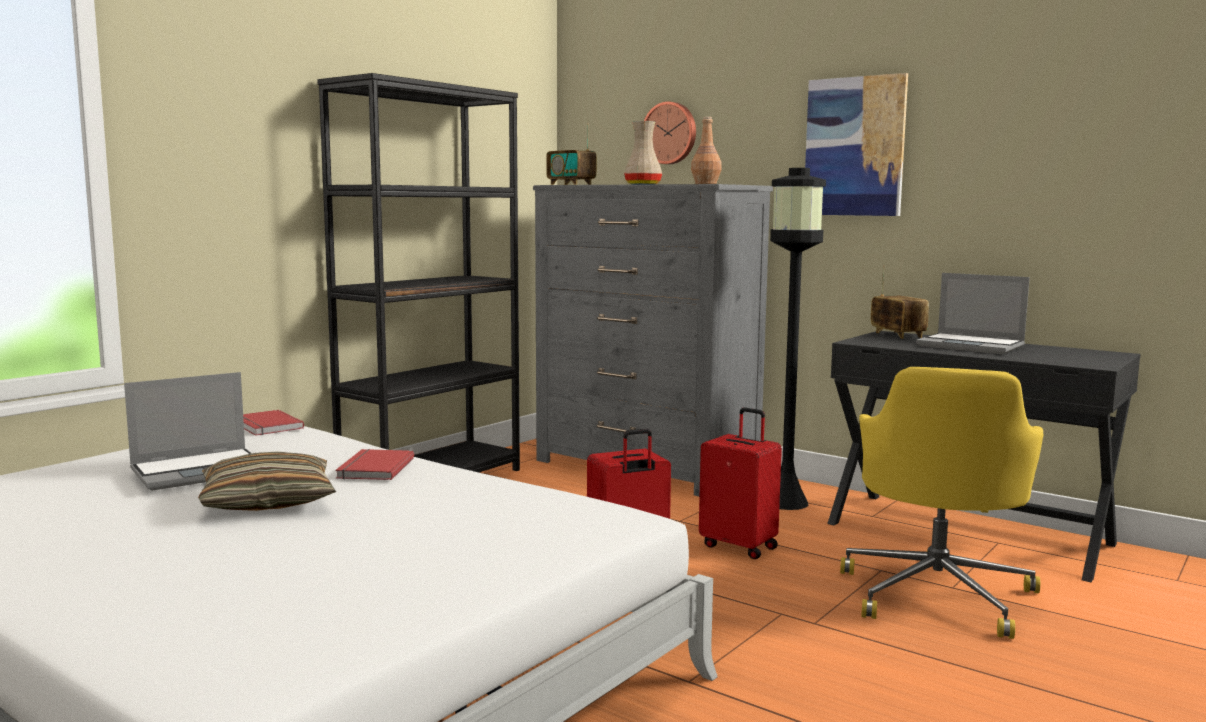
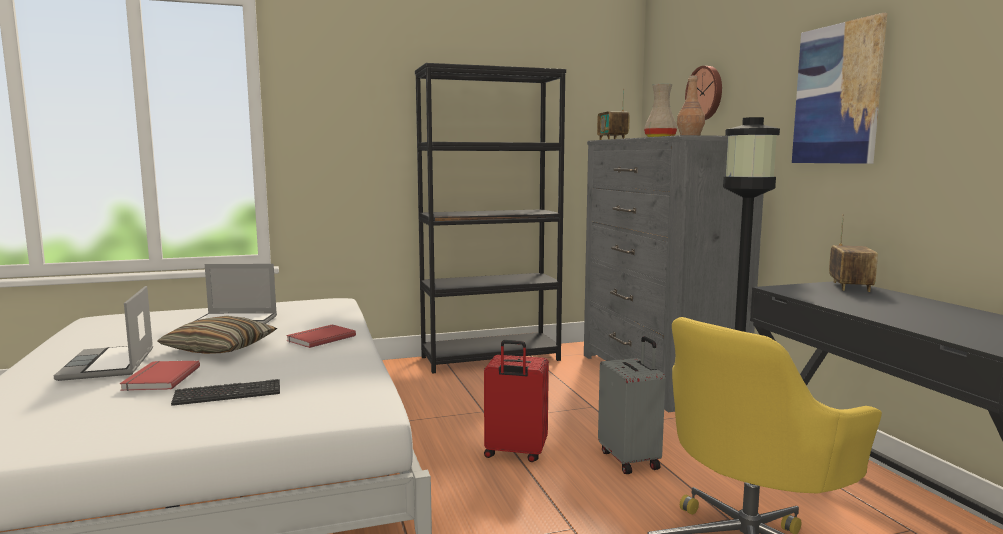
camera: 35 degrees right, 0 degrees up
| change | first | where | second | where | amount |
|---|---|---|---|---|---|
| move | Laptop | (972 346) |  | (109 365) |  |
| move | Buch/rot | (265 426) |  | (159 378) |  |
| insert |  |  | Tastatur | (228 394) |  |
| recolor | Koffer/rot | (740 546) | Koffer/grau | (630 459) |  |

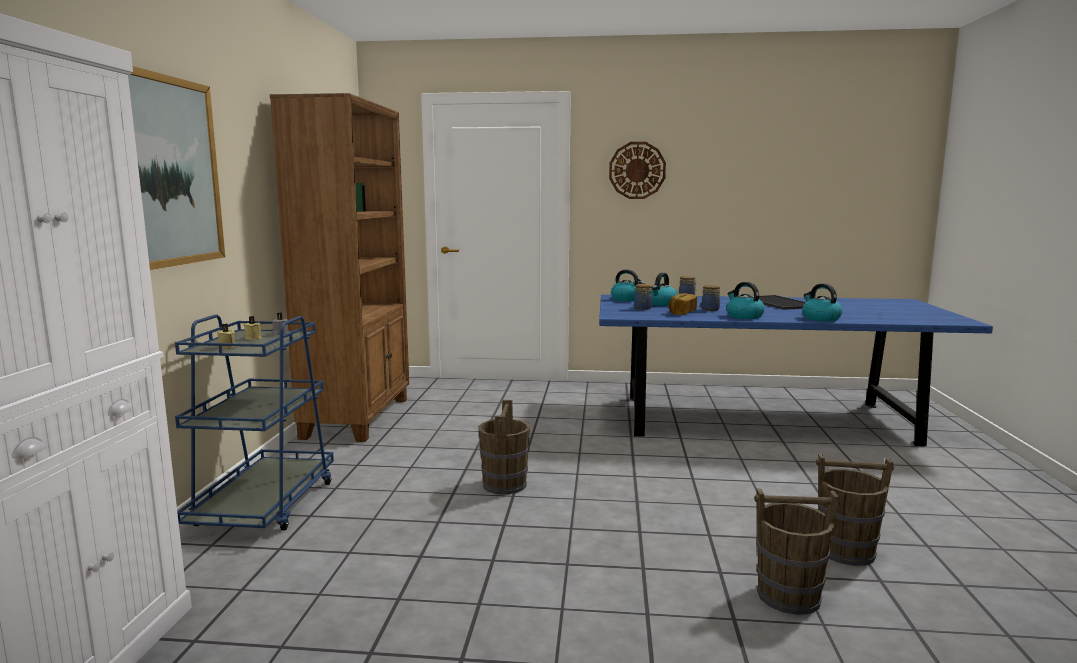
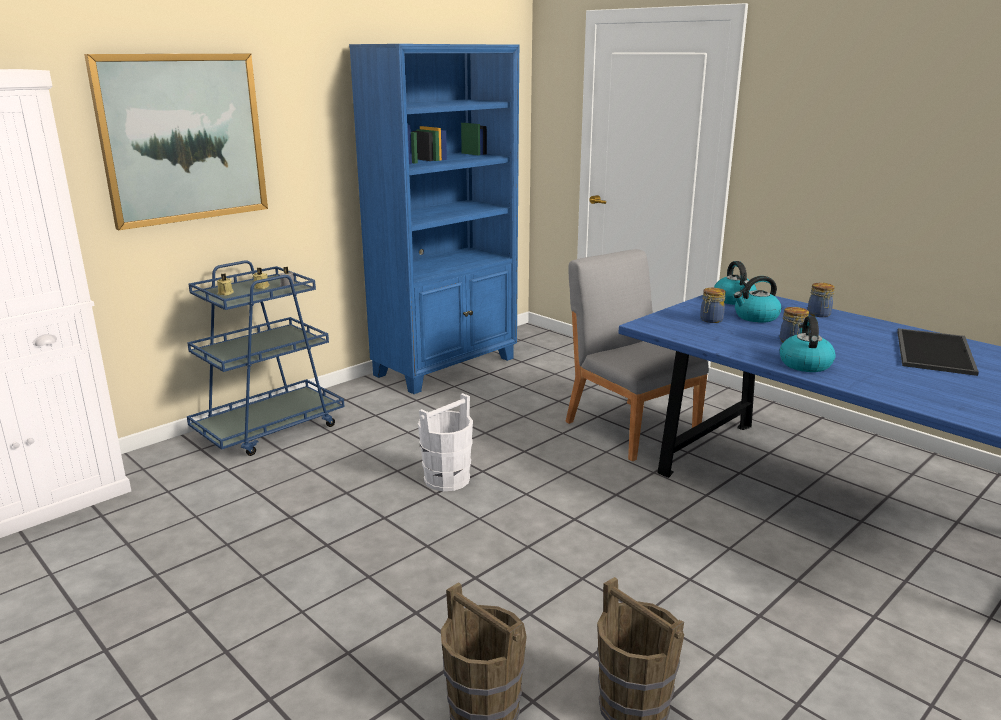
camera: 40 degrees right, 10 degrees up
| change | first | where | second | where | amount |
|---|---|---|---|---|---|
| recolor | Bücherregal/braun | (358 417) | Bücherregal/blau | (447 367) |  |
| recolor | Eimer/braun | (504 485) | Eimer/weiß | (447 479) |  |
| insert |  |  | Stuhl/grau | (630 428) |  |
| delete | Wanduhr | (637 170) |  |  |  |
| delete | Brot | (681 312) |  |  |  |
| delete | Wasserkessel | (820 318) |  |  |  |

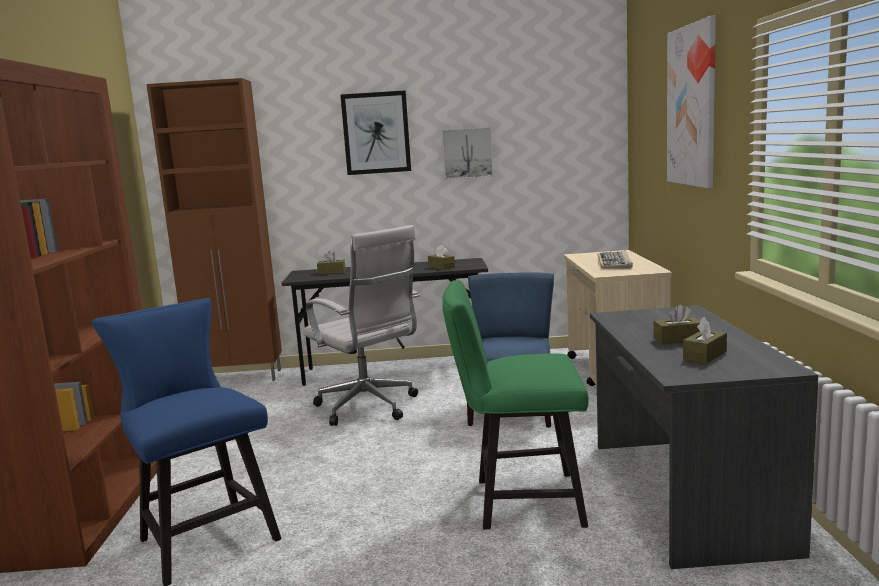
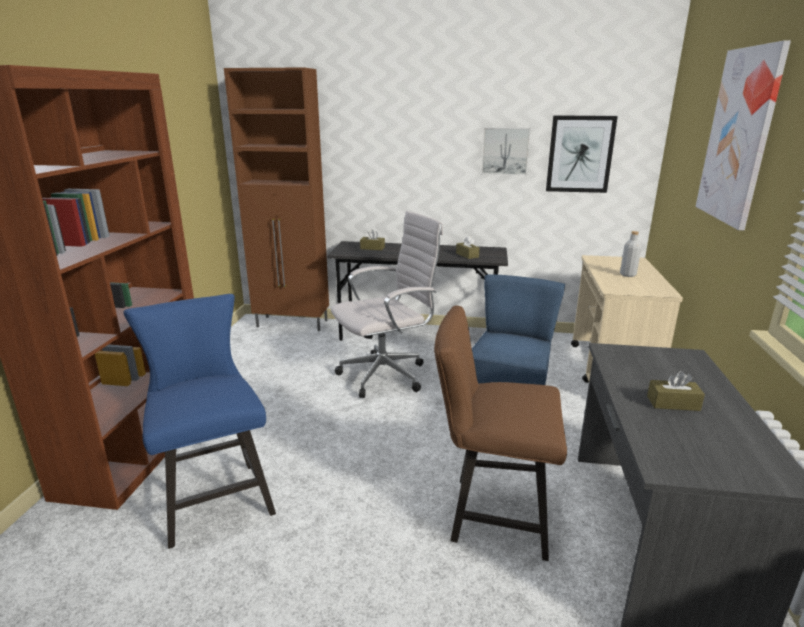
camera: 10 degrees right, 10 degrees up
| change | first | where | second | where | amount |
|---|---|---|---|---|---|
| rotate | Bürostuhl/weiß | (369 408) |  | (387 375) | 90 degrees counterclockwise |
| recolor | Stuhl/grün | (519 502) | Stuhl/braun | (490 513) |  |
| move | Bild | (376 133) |  | (580 154) |  |
| replace | Tastatur | (614 262) | Flasche/grau | (628 275) |  |
| delete | Taschentuchbox/braun | (704 355) |  |  |  |

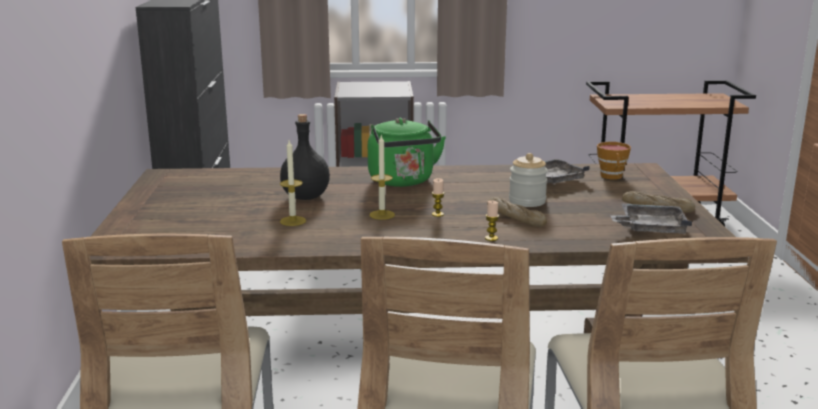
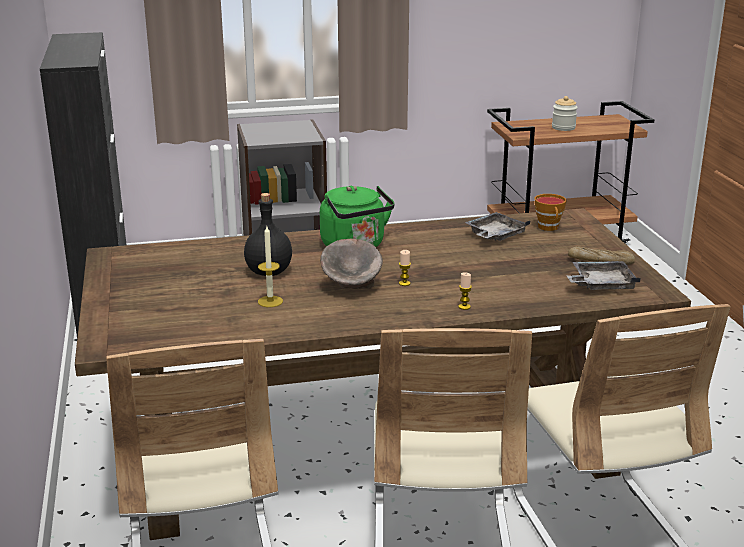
camera: 10 degrees left, 5 degrees up
| change | first | where | second | where | amount |
|---|---|---|---|---|---|
| replace | Kerze | (382 215) | Schüssel/grau | (352 288) |  |
| move | Vorratsglas | (527 201) |  | (563 128) |  |
| delete | Brot | (515 218) |  |  |  |

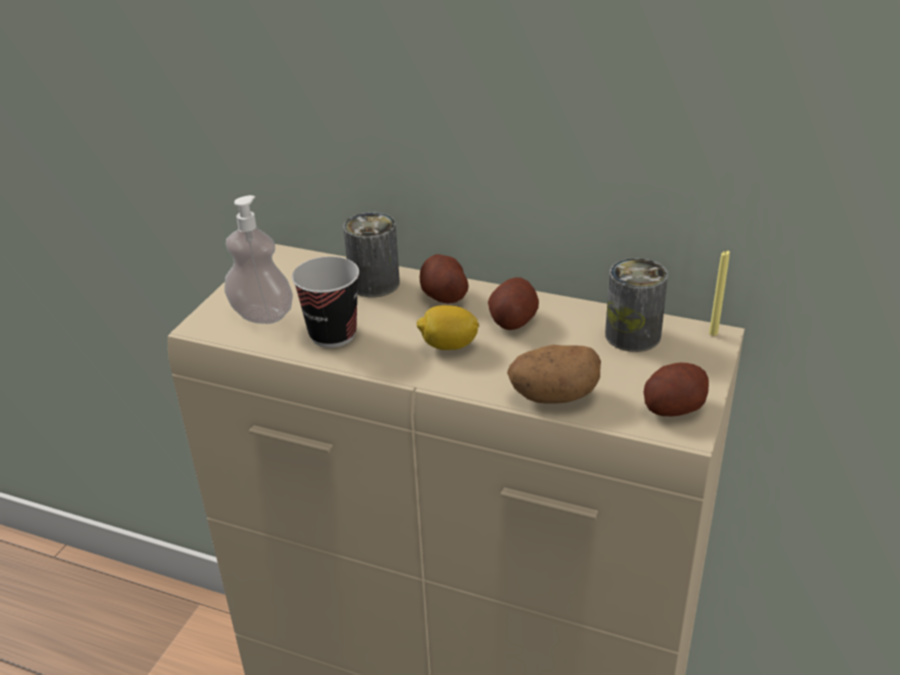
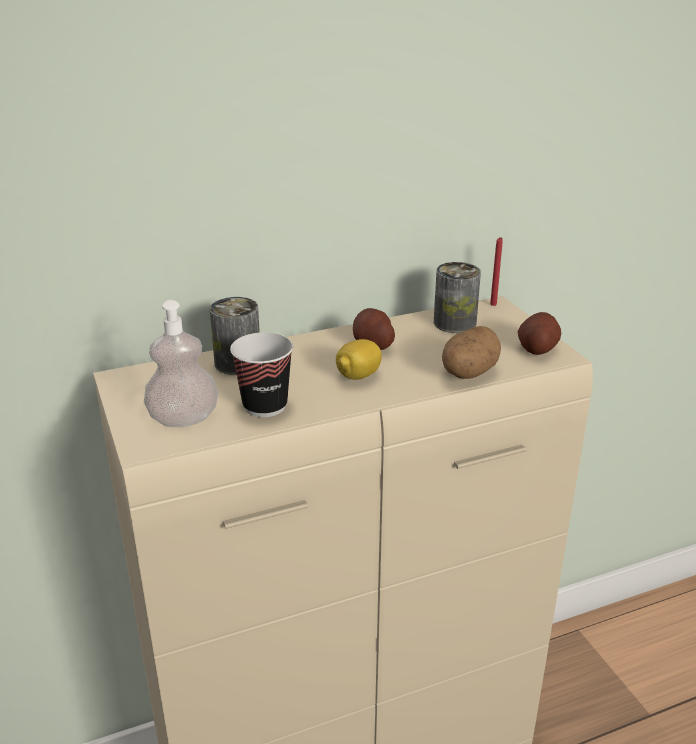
camera: 45 degrees left, 5 degrees down
| change | first | where | second | where | amount |
|---|---|---|---|---|---|
| recolor | Kerze/gelb | (713 333) | Kerze/rot | (493 304) |  |
| delete | Kartoffel | (443 296) |  |  |  |

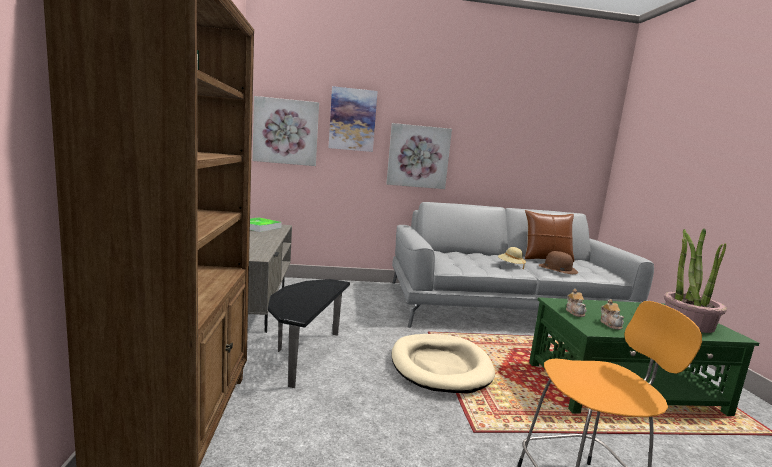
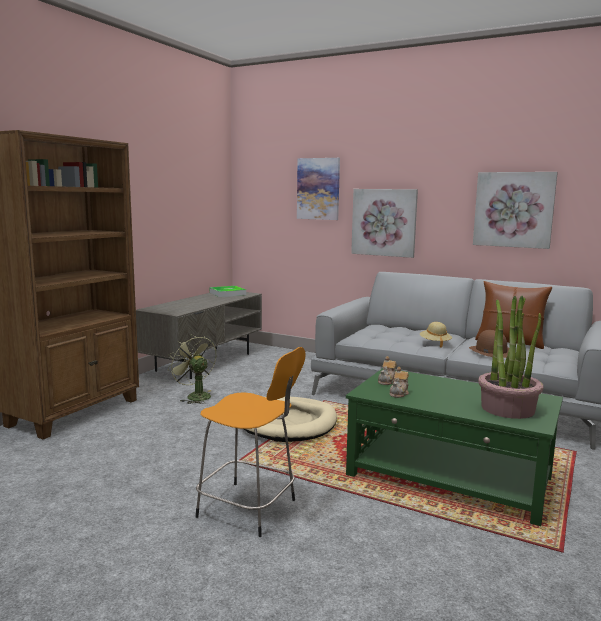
camera: 35 degrees right, 0 degrees up
| change | first | where | second | where | amount |
|---|---|---|---|---|---|
| replace | Beistelltisch | (304 355) | Ventilator/grün | (194 396) |  |
| move | Bild | (286 132) |  | (513 209) |  |

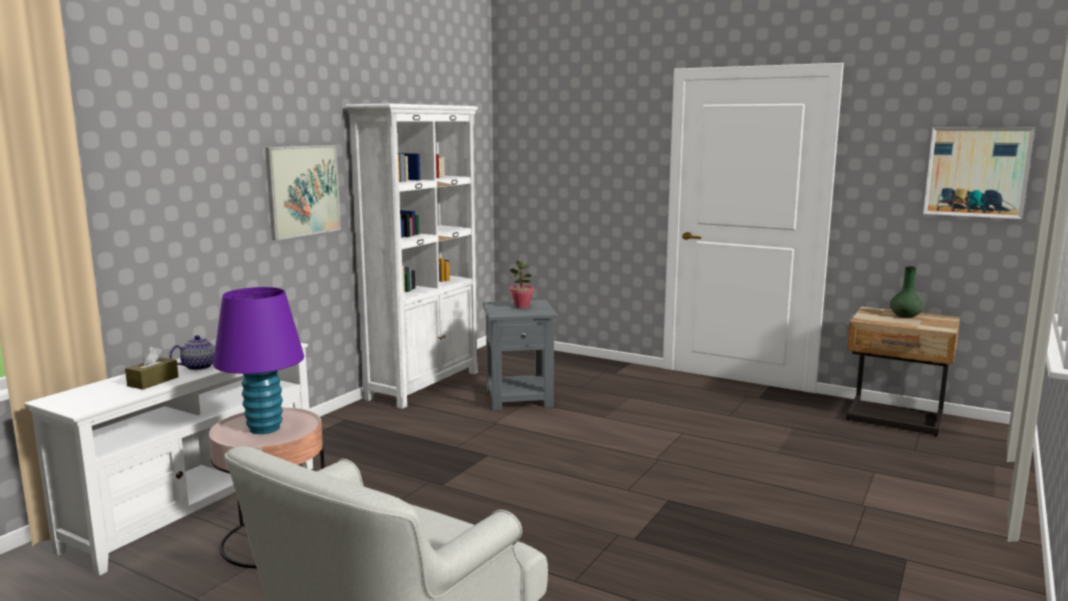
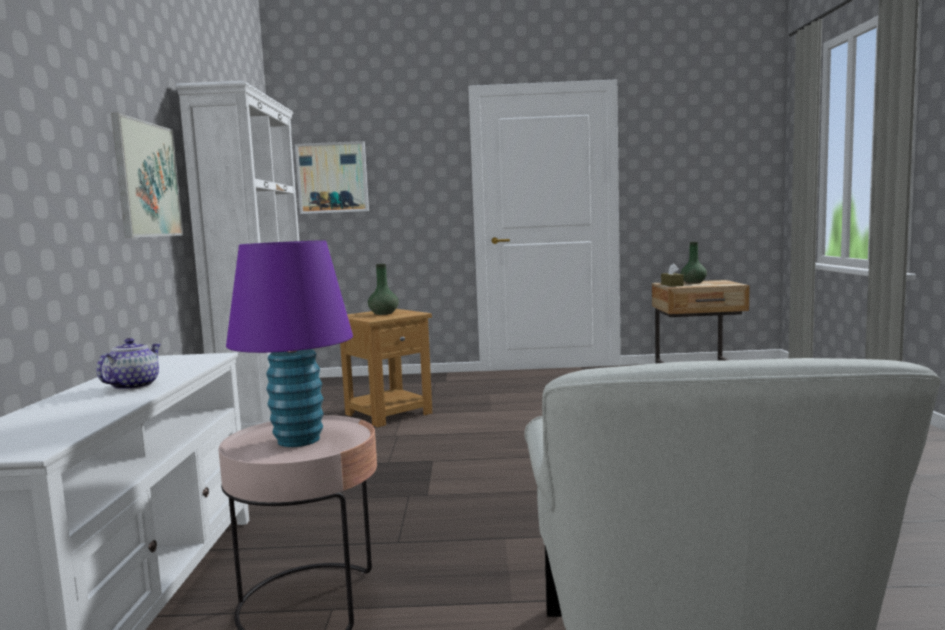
camera: 30 degrees left, 5 degrees down
| change | first | where | second | where | amount |
|---|---|---|---|---|---|
| move | Bild | (976 172) |  | (332 178) |  |
| recolor | Beistelltisch/grau | (520 398) | Beistelltisch/braun | (389 413) |  |
| replace | Topfpflanze | (521 307) | Vase/grün | (384 313) |  |
| move | Taschentuchbox/braun | (153 381) |  | (672 285) |  |

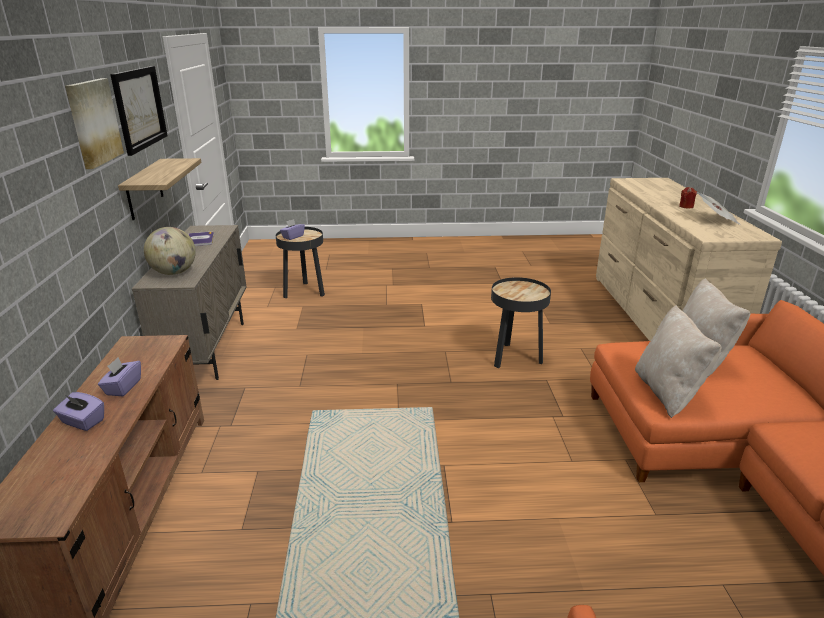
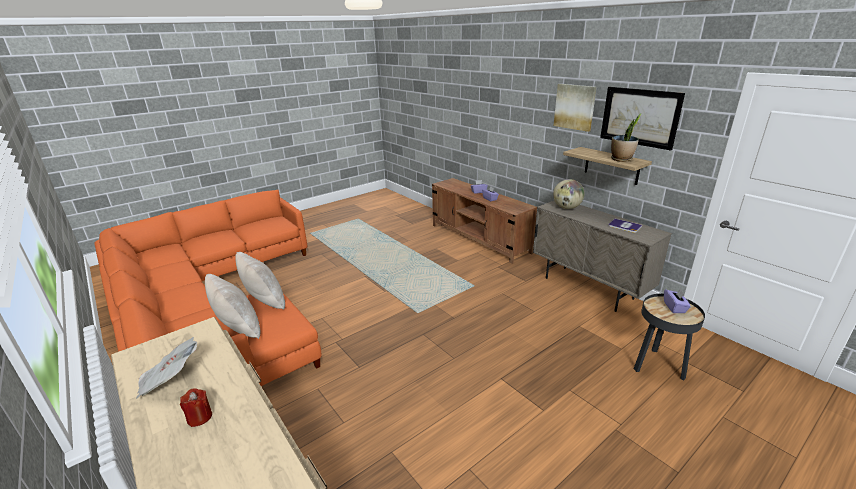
camera: 145 degrees right, 0 degrees up
| change | first | where | second | where | amount |
|---|---|---|---|---|---|
| insert |  |  | Topfpflanze | (621 159) |  |
| delete | Beistelltisch/schwarz | (515 357) |  |  |  |

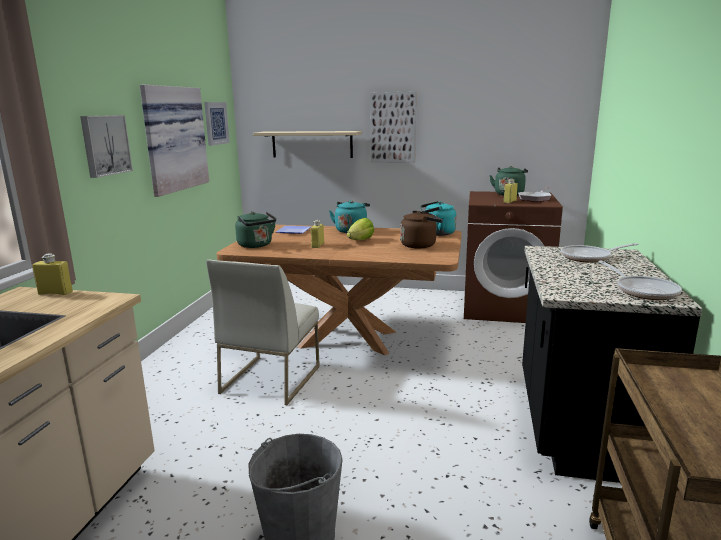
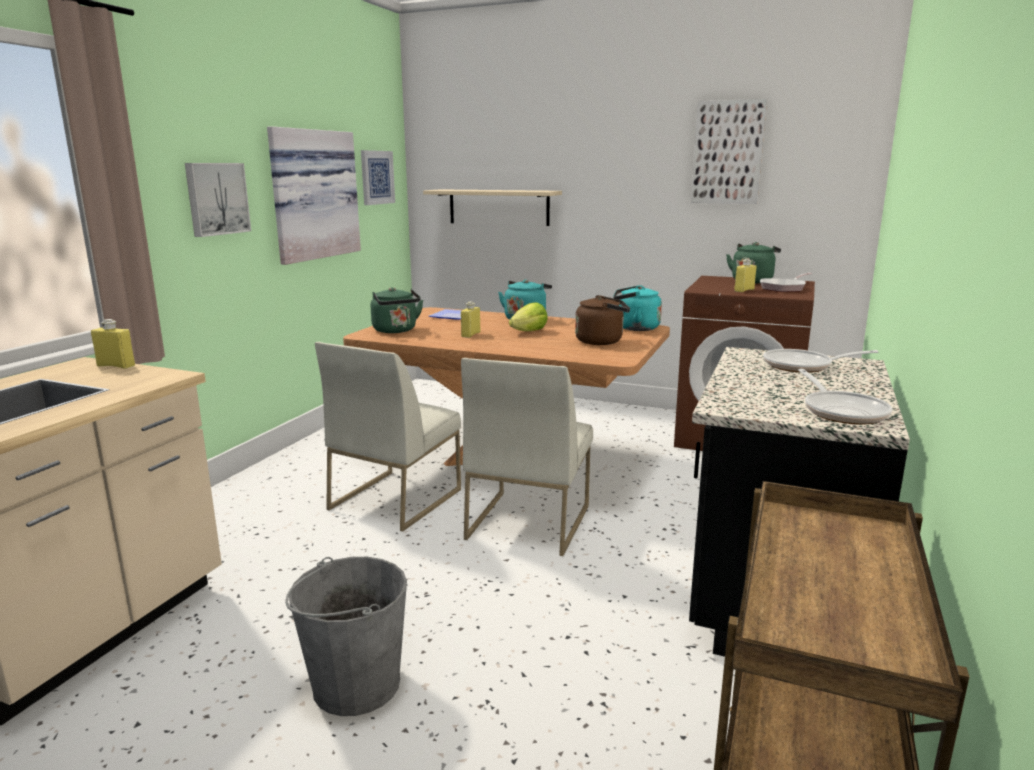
camera: 10 degrees right, 0 degrees up
| change | first | where | second | where | amount |
|---|---|---|---|---|---|
| insert |  |  | Stuhl/weiß | (528 521) |  |
| move | Bild | (393 127) |  | (727 152) |  |

